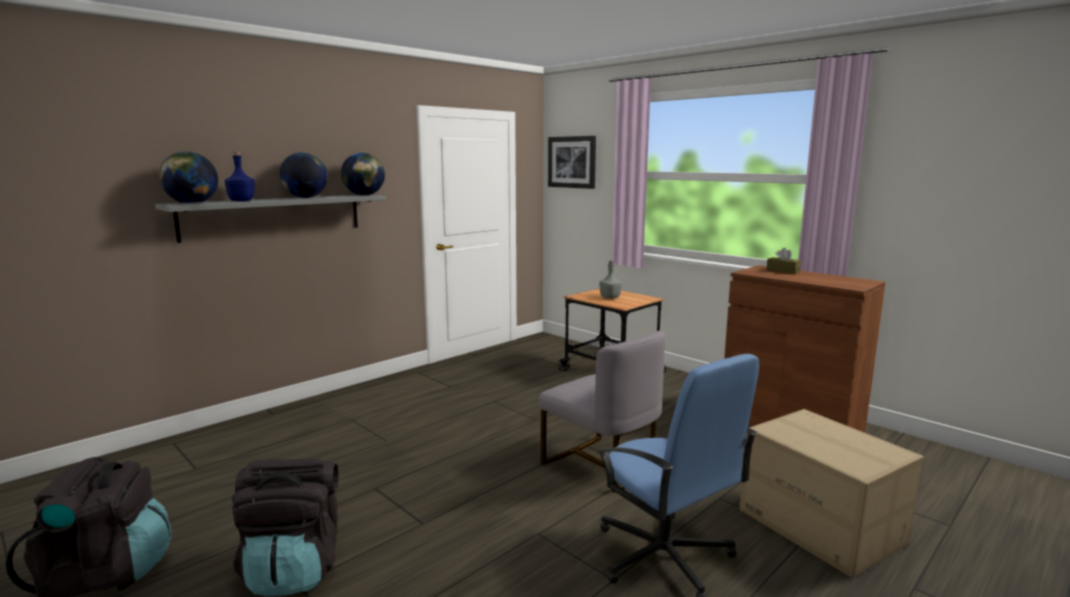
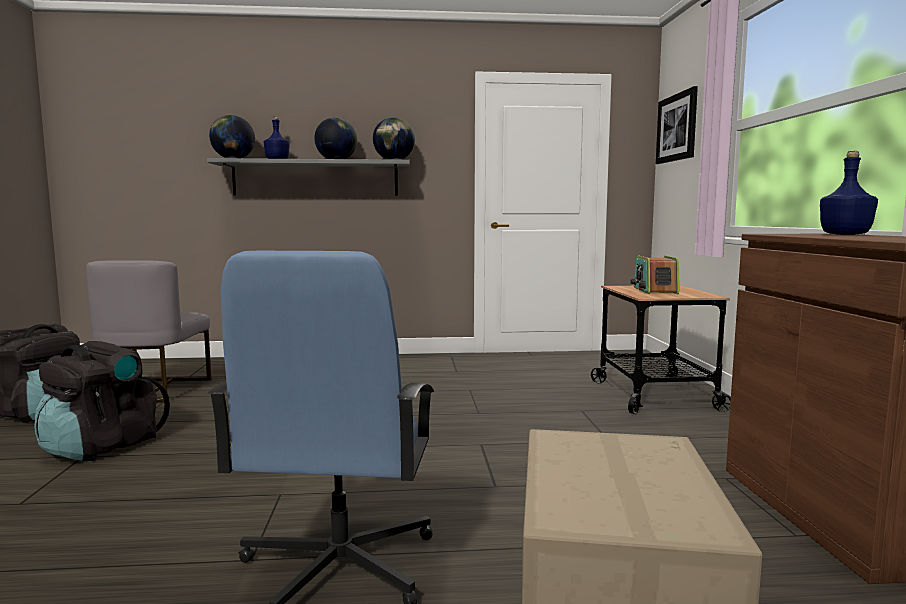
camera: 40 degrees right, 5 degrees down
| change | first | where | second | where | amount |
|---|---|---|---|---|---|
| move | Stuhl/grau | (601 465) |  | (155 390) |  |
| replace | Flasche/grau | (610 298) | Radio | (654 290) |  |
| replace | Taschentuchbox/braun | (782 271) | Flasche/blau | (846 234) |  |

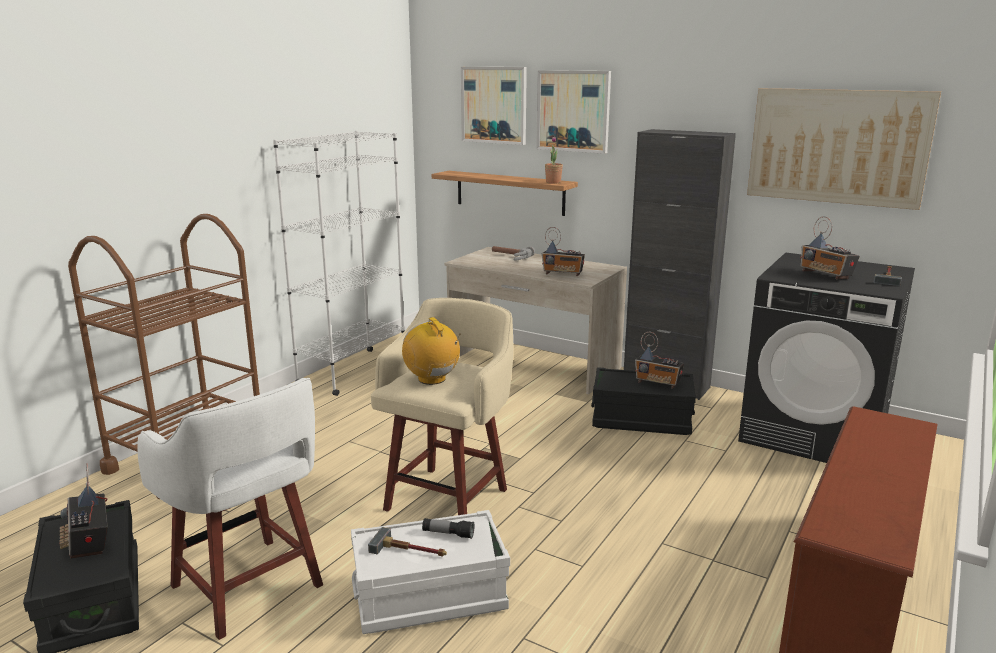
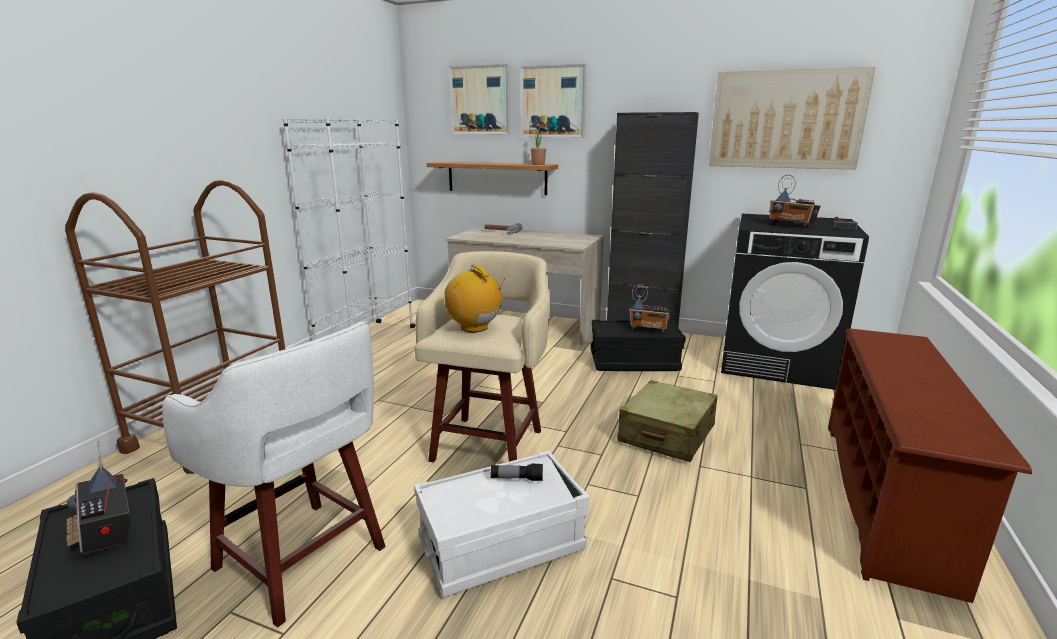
camera: 10 degrees left, 0 degrees up
| change | first | where | second | where | amount |
|---|---|---|---|---|---|
| insert |  |  | Koffer/beige | (666 434) |  |
| delete | Hammer | (410 550) |  |  |  |
| delete | Radio | (563 274) |  |  |  |

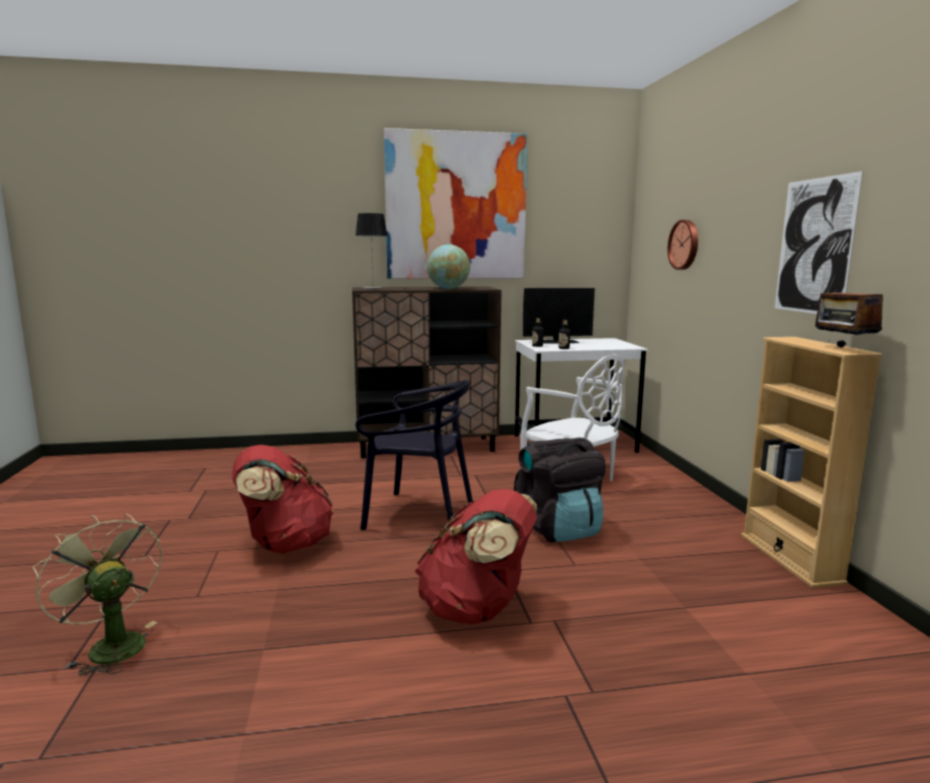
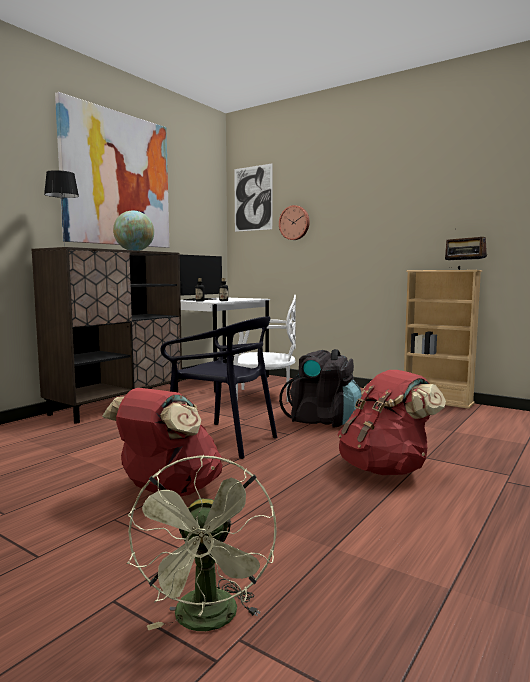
camera: 45 degrees left, 5 degrees down
| change | first | where | second | where | amount |
|---|---|---|---|---|---|
| rotate | Ventilator/grün | (110 645) |  | (208 621) | 90 degrees counterclockwise |
| rotate | Stuhl/schwarz | (418 515) |  | (223 440) | 60 degrees clockwise |
| move | Bild | (814 246) |  | (253 198) |  |

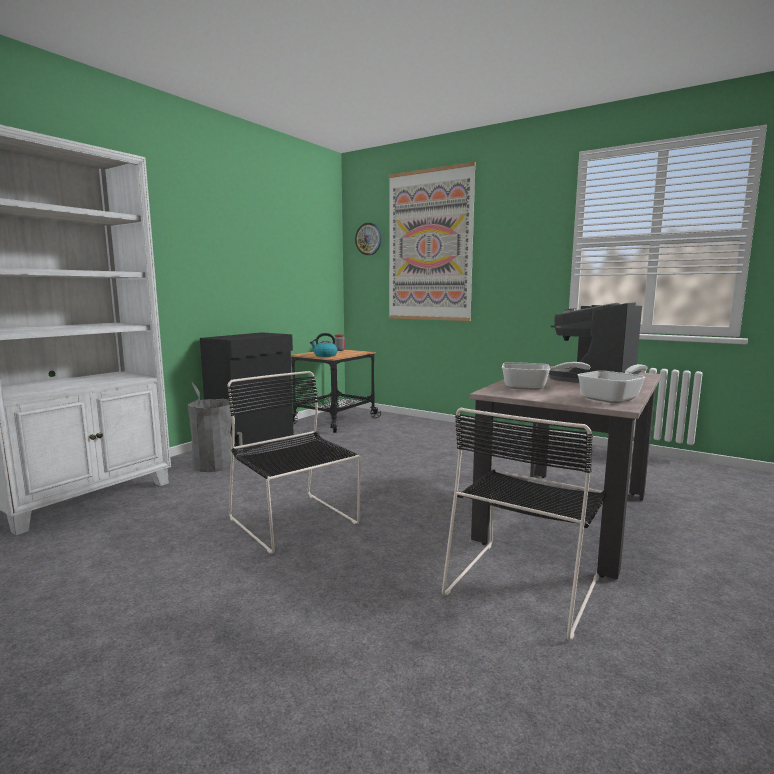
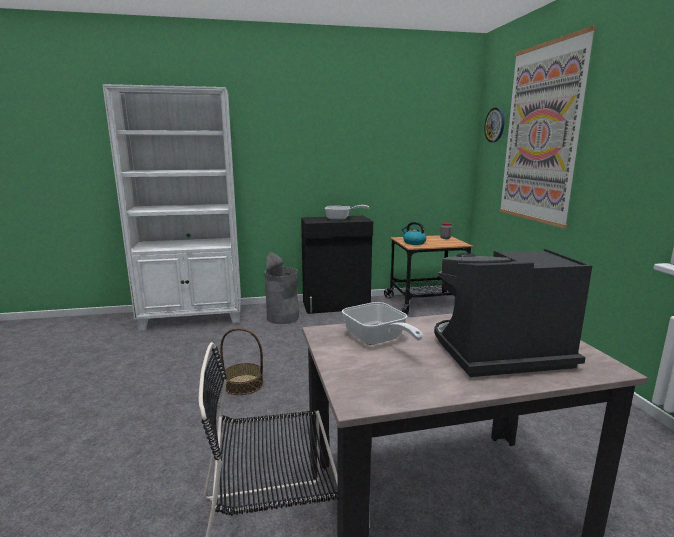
camera: 45 degrees right, 5 degrees up
| change | first | where | second | where | amount |
|---|---|---|---|---|---|
| replace | Stuhl/schwarz | (295 522) | Korb | (243 384) |  |
| move | Pfanne | (614 398) |  | (341 218) |  |

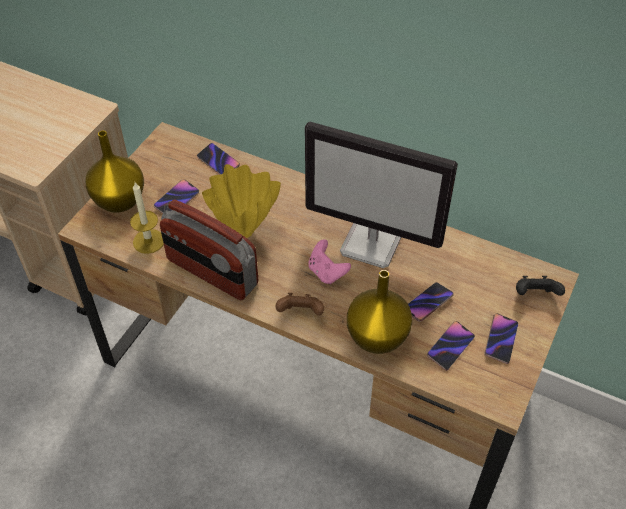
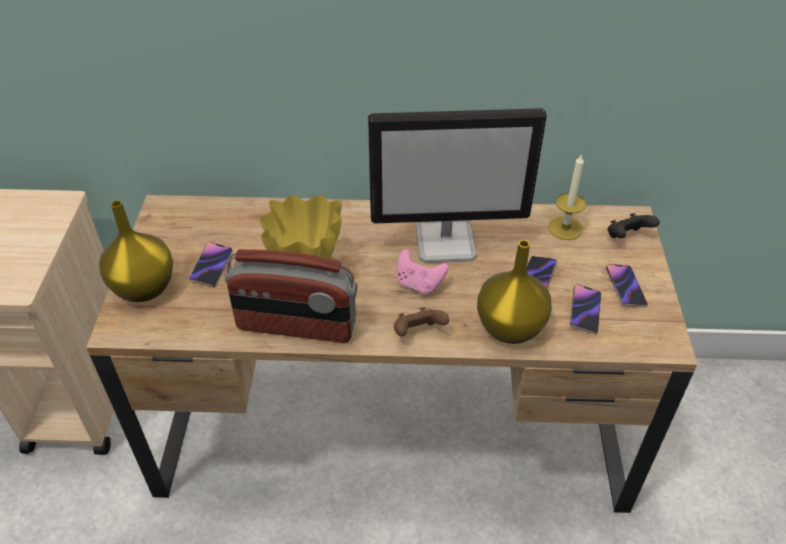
camera: 25 degrees left, 5 degrees down
| change | first | where | second | where | amount |
|---|---|---|---|---|---|
| move | Kerze | (148 241) |  | (565 228) |  |
| delete | Handy | (218 162) |  |  |  |

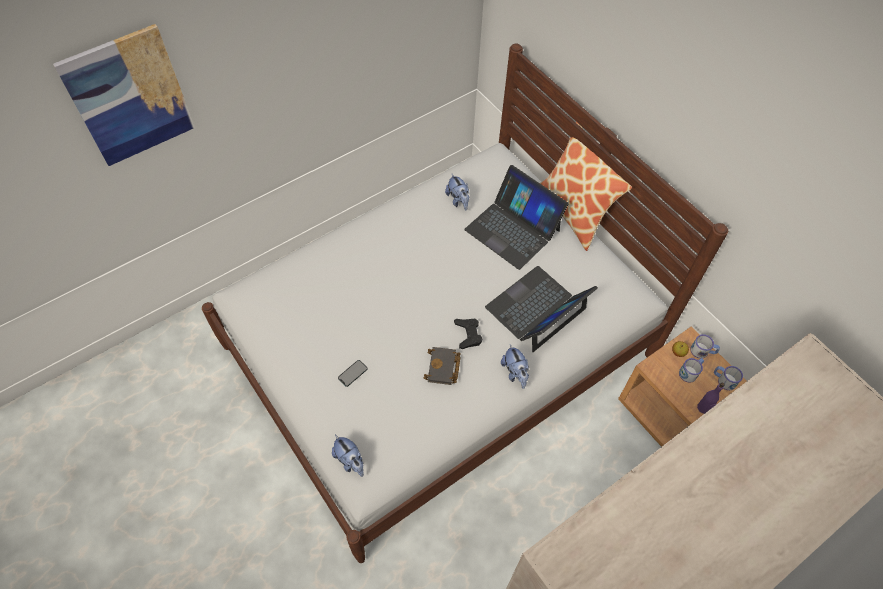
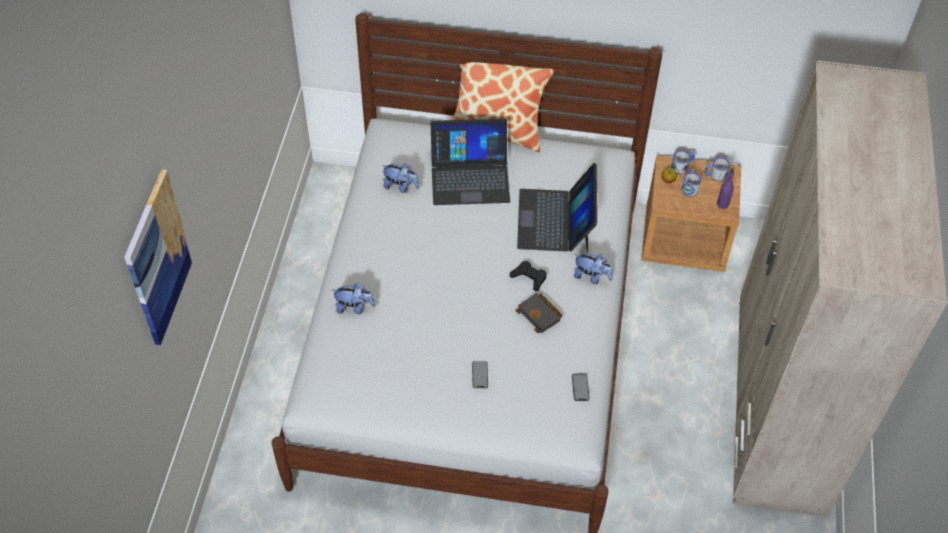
camera: 45 degrees left, 5 degrees down
| change | first | where | second | where | amount |
|---|---|---|---|---|---|
| move | Plüschtier | (350 461) |  | (354 307) |  |
| insert |  |  | Handy | (580 387) |  |

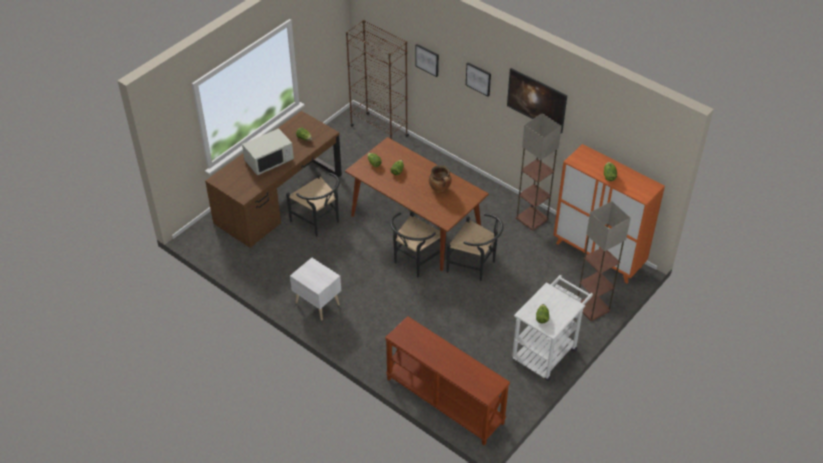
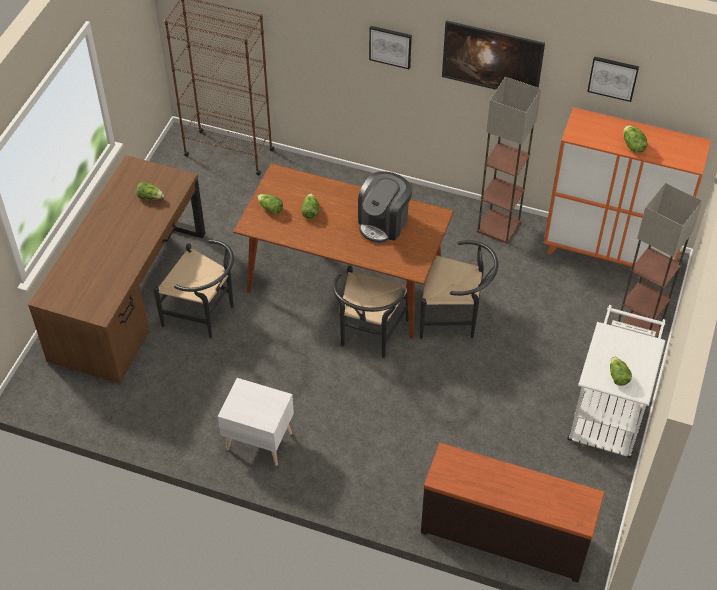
camera: 20 degrees left, 5 degrees up
| change | first | where | second | where | amount |
|---|---|---|---|---|---|
| replace | Kochtopf | (440 189) | Kaffeemaschine | (384 222) |  |
| replace | Konsolentisch/braun | (444 401) | Kommode/braun | (505 534) |  |
| move | Bild | (427 59) |  | (613 78) |  |
| delete | Mikrowelle/weiß | (269 161) |  |  |  |

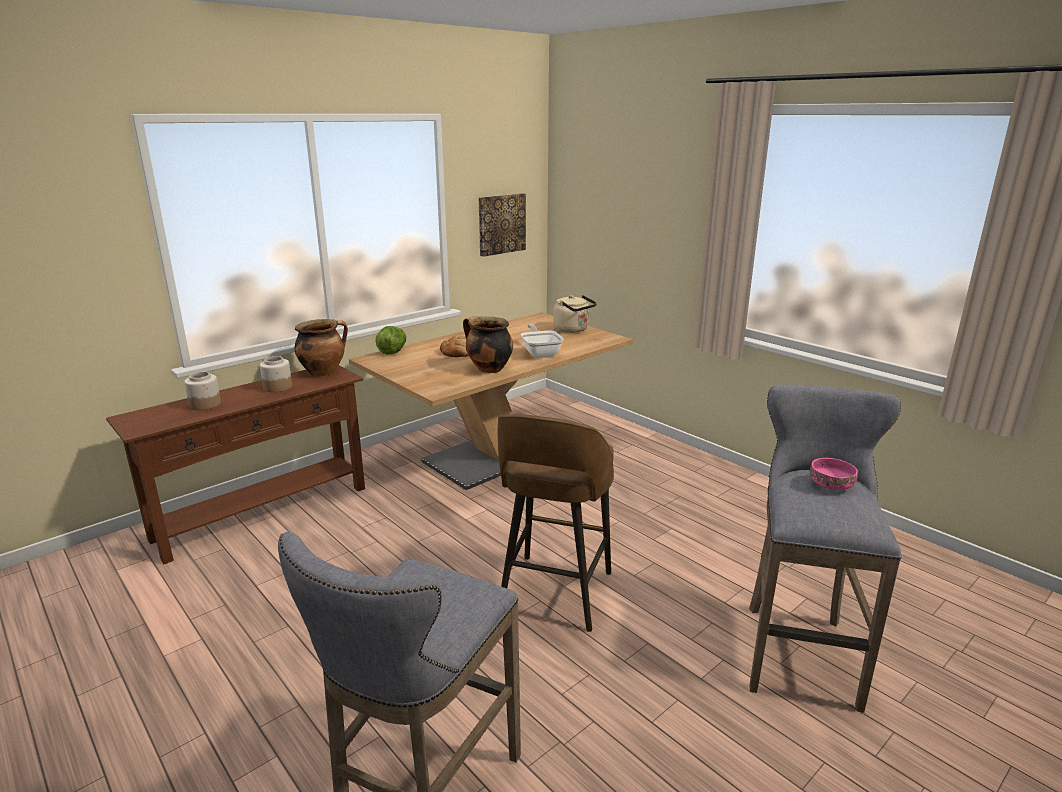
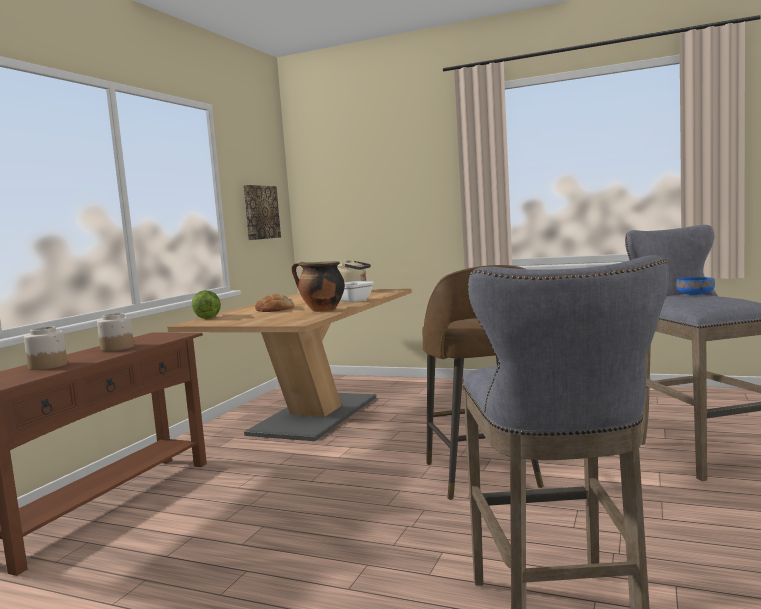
camera: 25 degrees left, 15 degrees down
| change | first | where | second | where | amount |
|---|---|---|---|---|---|
| recolor | Schüssel/rosa | (830 484) | Schüssel/blau | (694 294) |  |
| delete | Kochtopf | (324 372) |  |  |  |

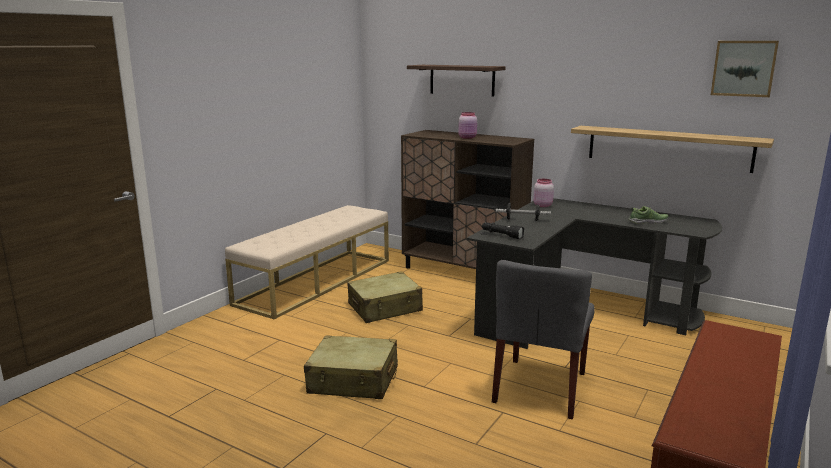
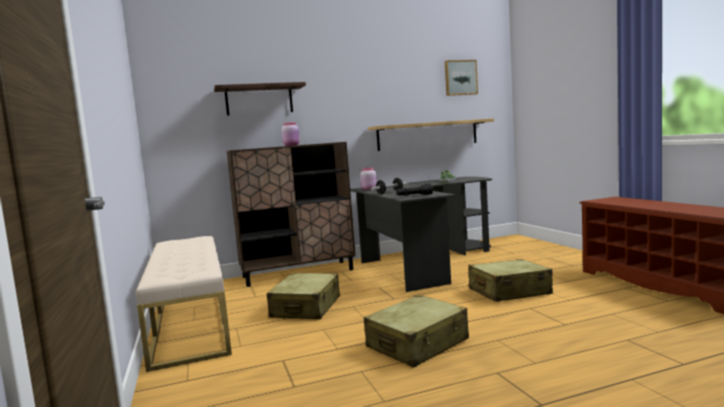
camera: 50 degrees left, 10 degrees down
| change | first | where | second | where | amount |
|---|---|---|---|---|---|
| replace | Stuhl/grau | (540 388) | Koffer/beige | (509 292) |  |

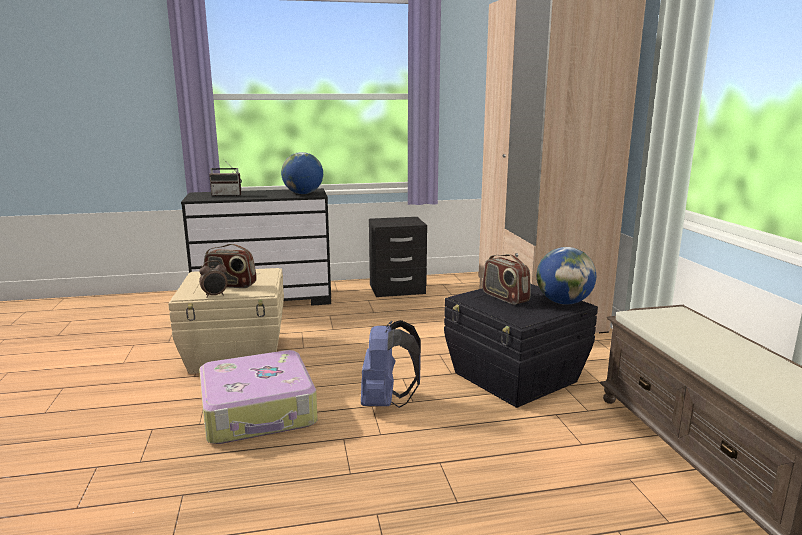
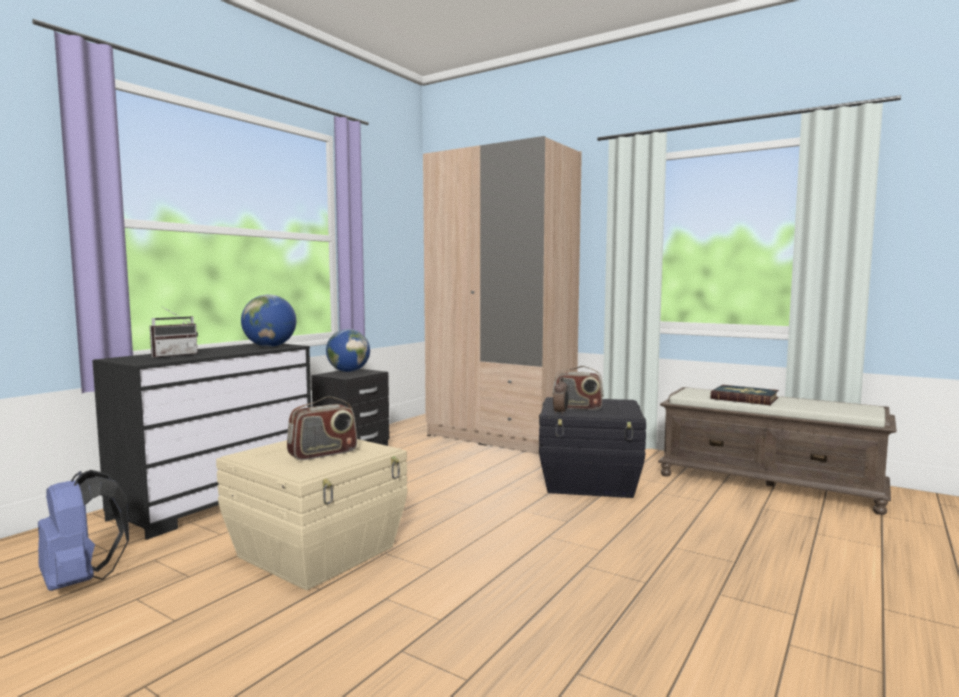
camera: 45 degrees left, 10 degrees down
| change | first | where | second | where | amount |
|---|---|---|---|---|---|
| move | Rucksack/blau | (386 402) |  | (81 580) |  |
| move | Globus | (563 302) |  | (348 371) |  |
| move | Wecker | (215 295) |  | (560 413) |  |
| insert |  |  | Buch | (744 398) |  |
| delete | Koffer | (259 411) |  |  |  |

